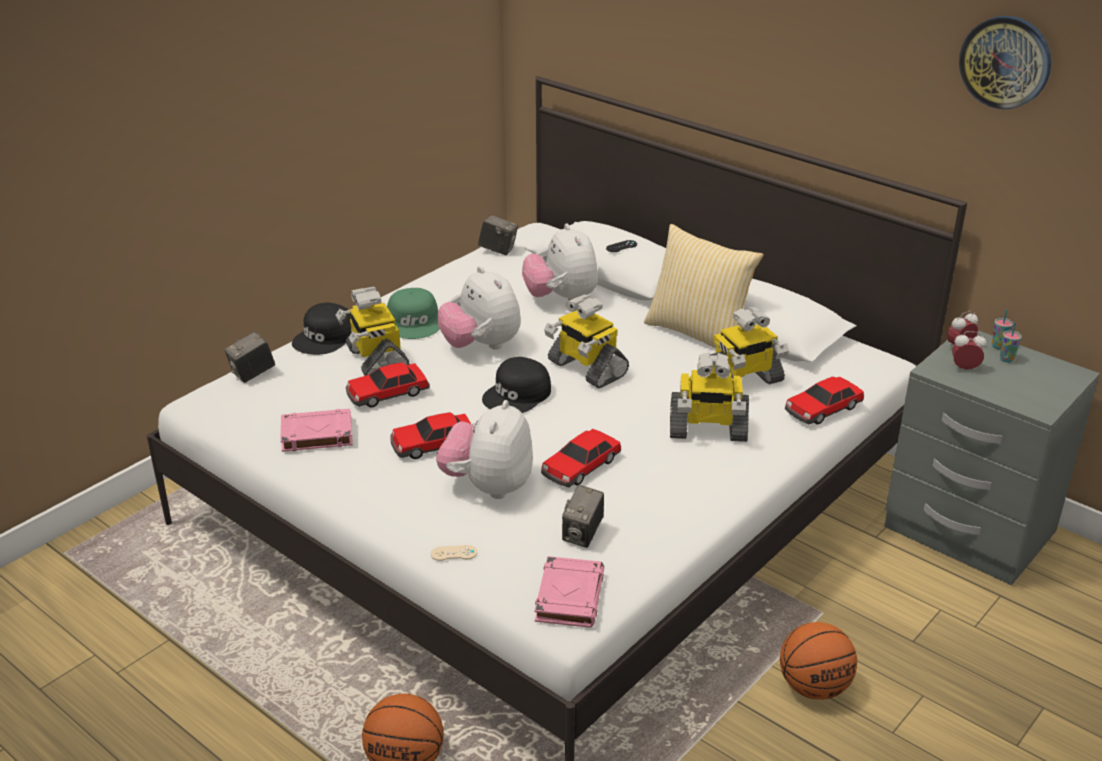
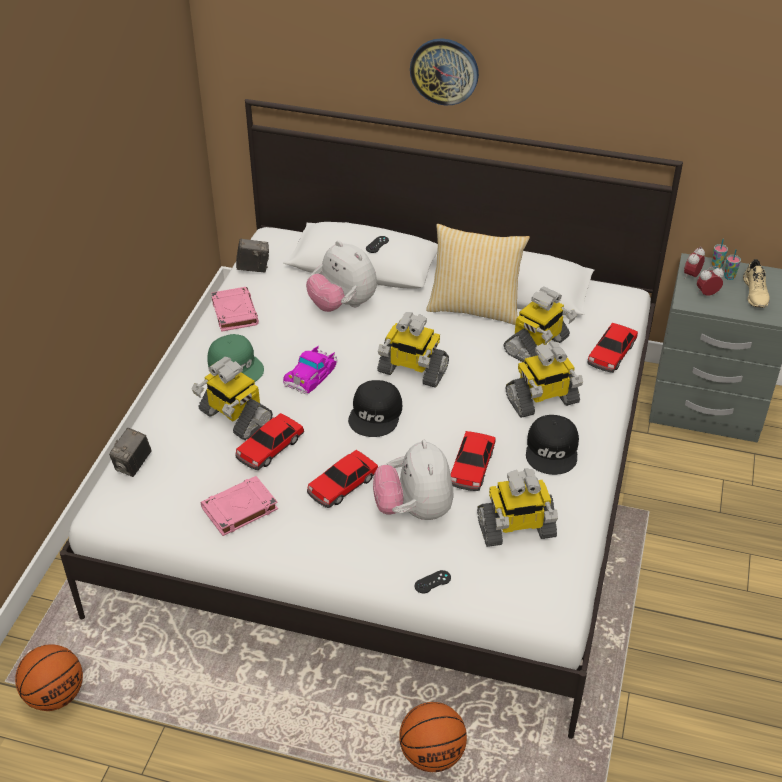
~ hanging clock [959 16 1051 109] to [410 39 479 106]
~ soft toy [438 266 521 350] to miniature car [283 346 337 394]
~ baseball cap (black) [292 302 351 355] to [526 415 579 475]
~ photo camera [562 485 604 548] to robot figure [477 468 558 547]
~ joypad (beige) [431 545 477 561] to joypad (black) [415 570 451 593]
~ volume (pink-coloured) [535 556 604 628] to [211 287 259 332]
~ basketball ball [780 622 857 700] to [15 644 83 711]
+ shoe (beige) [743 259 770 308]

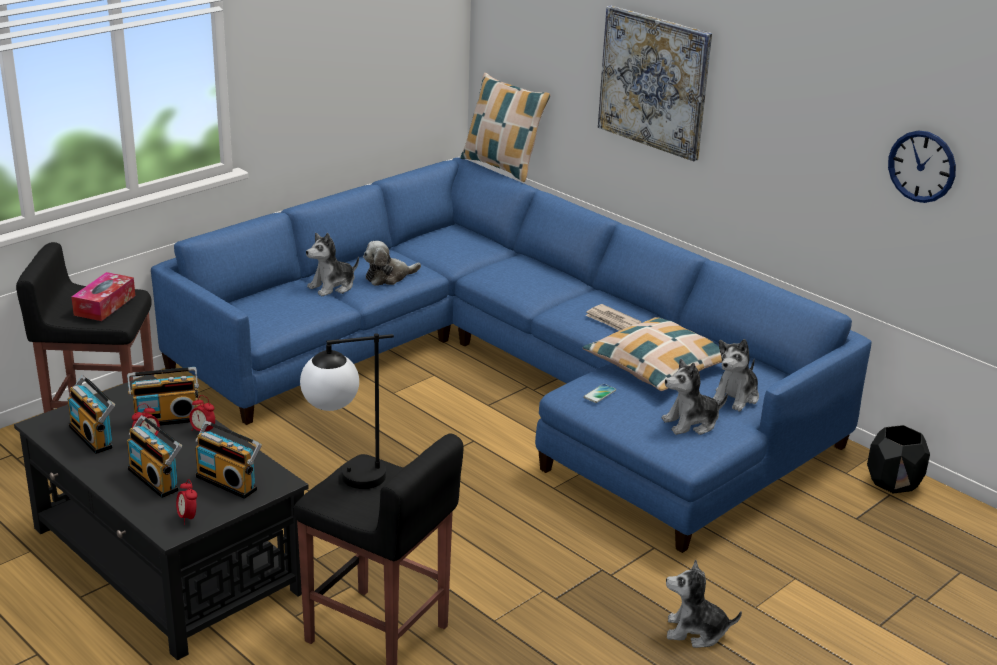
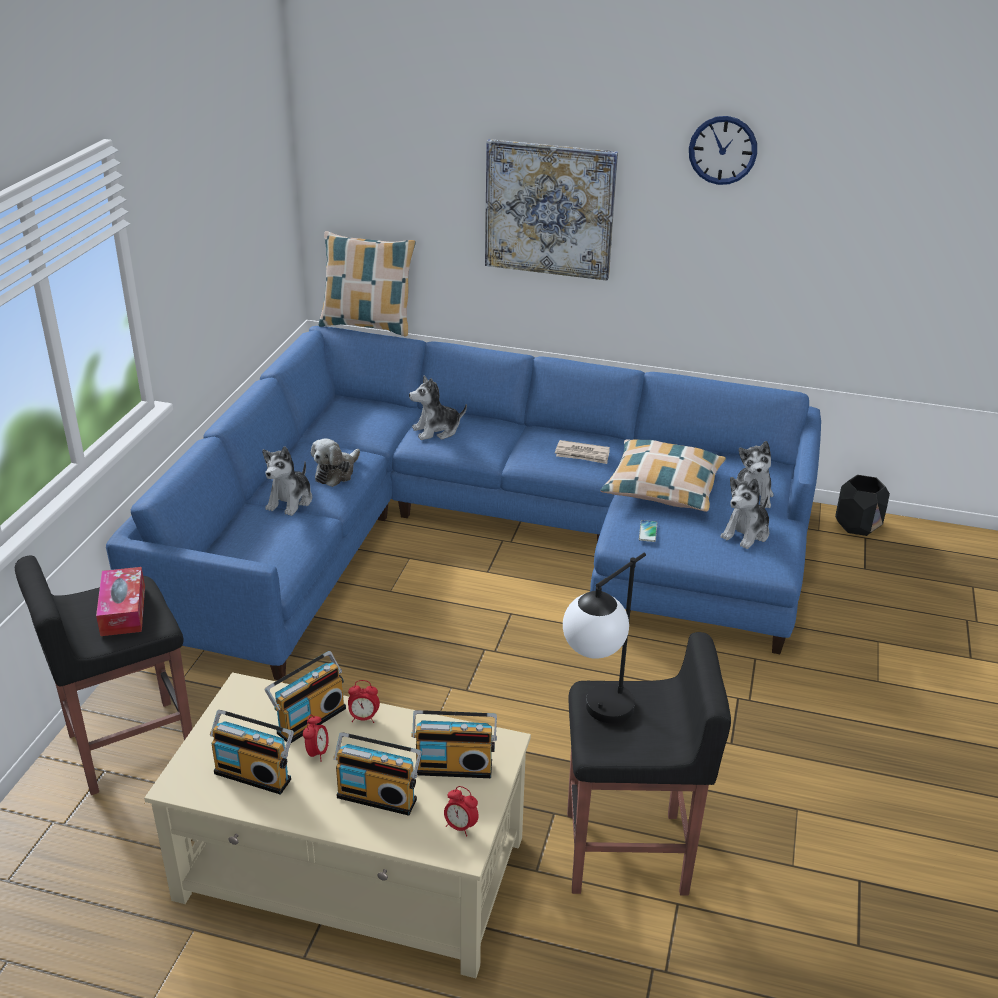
~ hanging clock [888 130 956 203] to [689 116 757 185]
~ coffee table (black) [14 375 309 660] to coffee table (beige) [144 672 531 978]
~ soft toy [666 559 742 648] to [409 376 467 440]

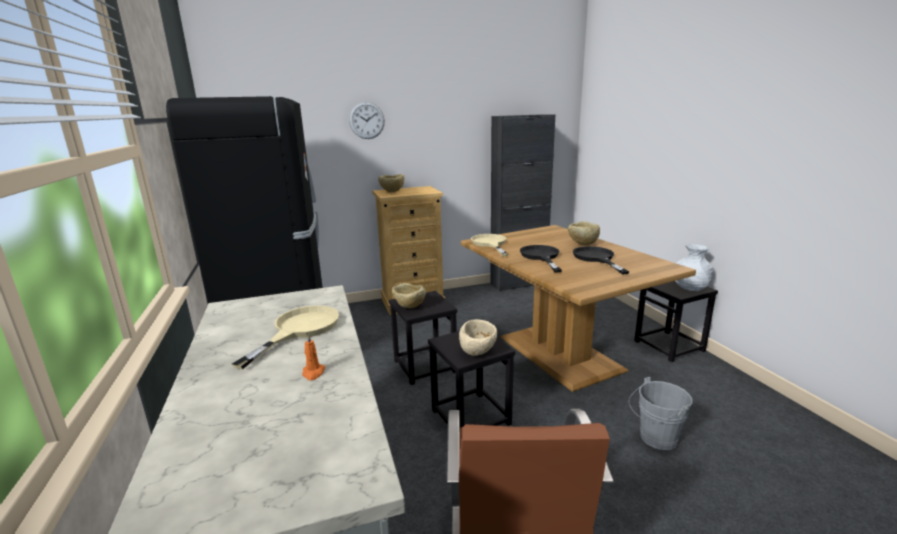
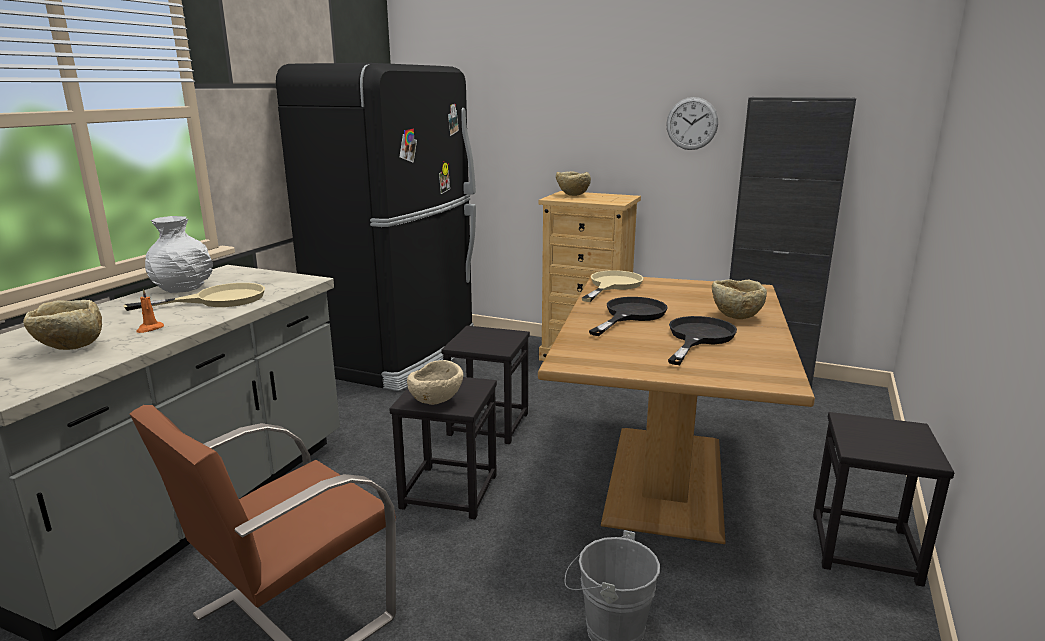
~ hanging clock [349 102 385 139] to [666 97 718 150]
~ flower vase (white) [675 244 713 291] to [145 216 213 293]
~ bowl (beige) [392 283 426 308] to [23 300 102 350]

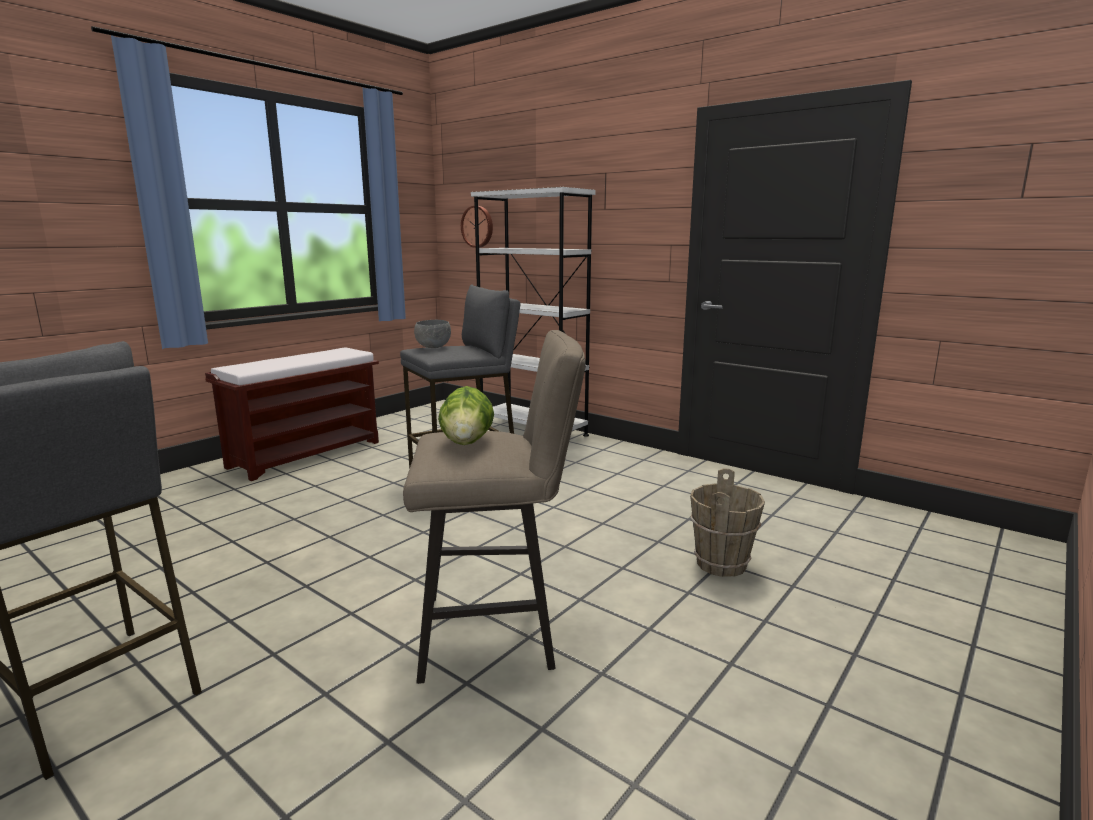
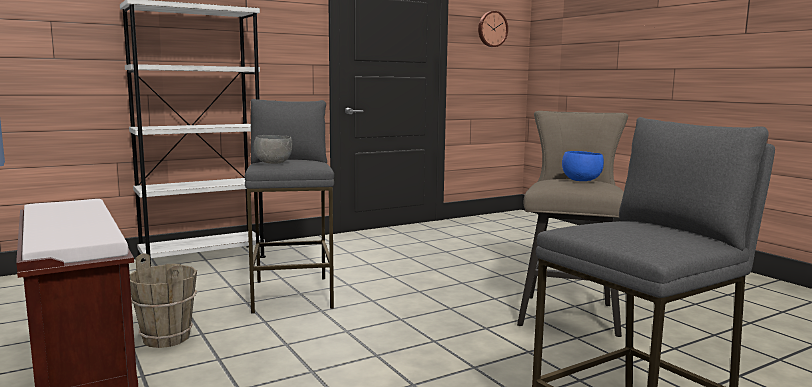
~ hanging clock [461 206 493 248] to [478 11 508 47]
~ lettuce head [438 386 494 445] to bowl (blue) [562 151 604 181]
~ bucket (brown) [690 468 765 577] to [130 253 197 348]

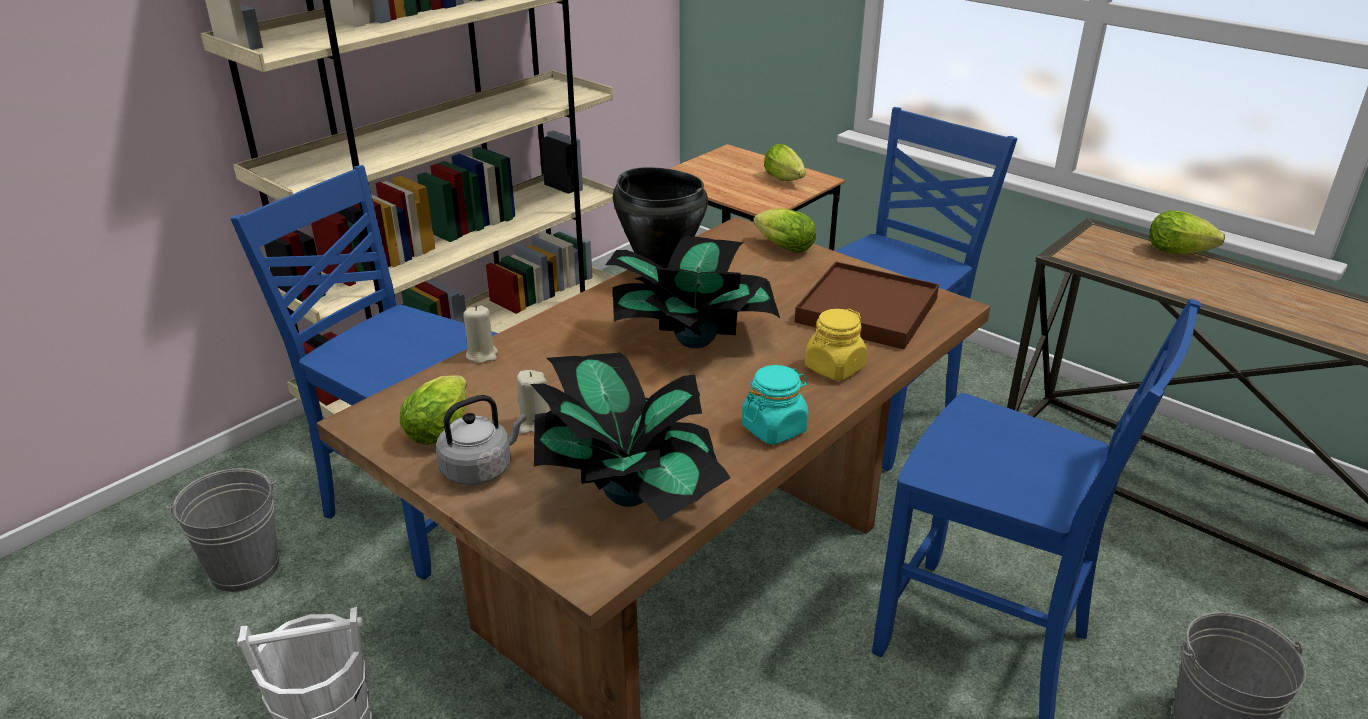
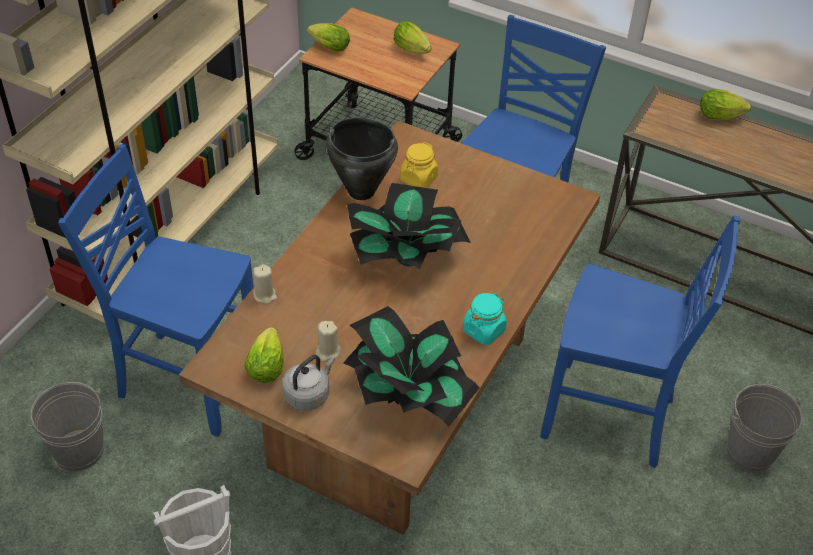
~ lettuce head [753 209 816 253] to [307 23 350 52]
- carrying tray (brown) [795 261 939 350]
~ preserve jar (yellow) [805 309 867 381] to [400 142 438 188]

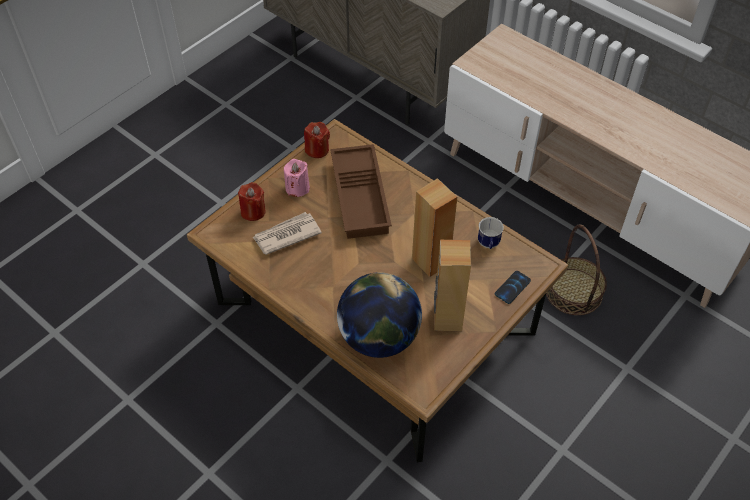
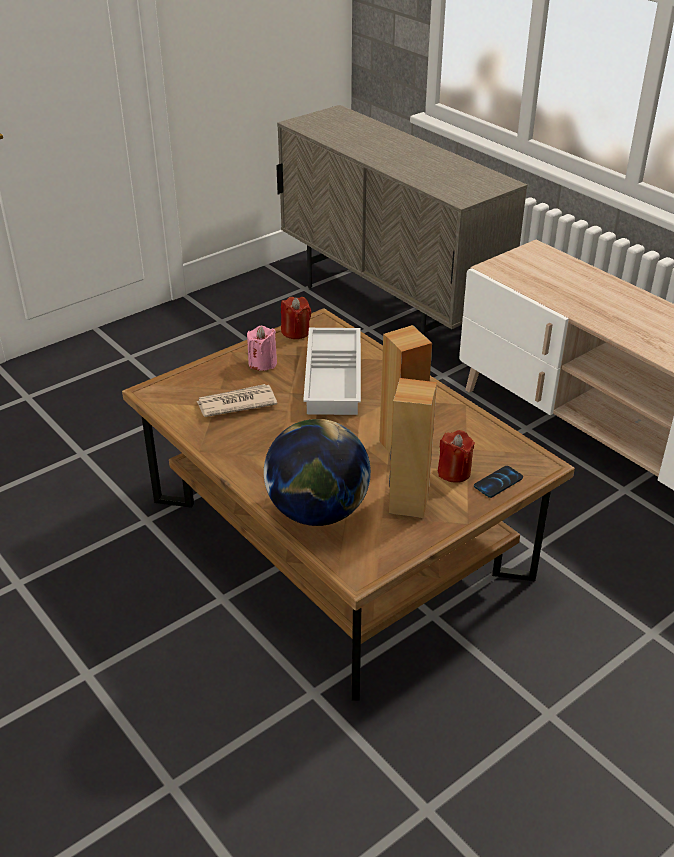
~ carrying tray (brown) [330 144 392 239] to carrying tray (white) [303 328 361 415]
~ wax light (red) [238 182 266 221] to [438 430 475 483]
- coffee mug [478 217 504 249]
- storage basket [546 224 607 315]

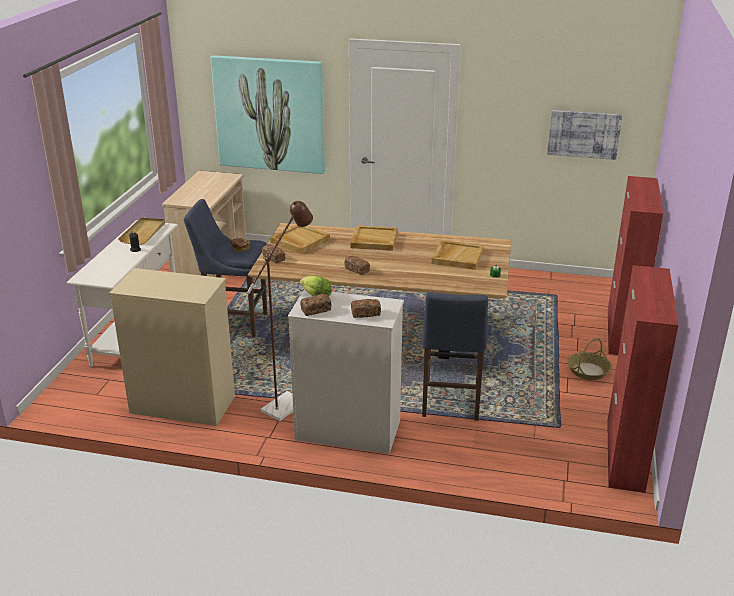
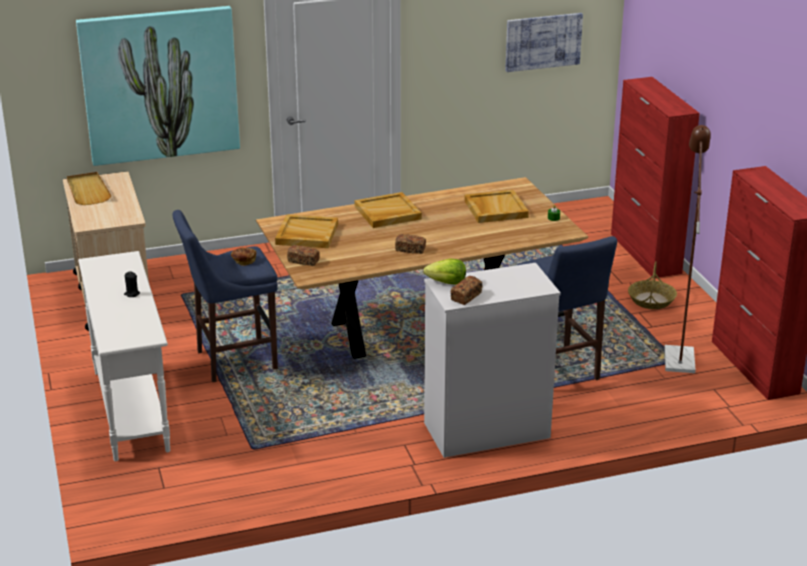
~ standing lamp (brown) [247 201 313 421] to [664 125 711 373]
~ carrying tray (beige) [118 218 165 245] to [67 172 112 205]
- chest of drawers (beige) [109 268 235 426]
- bread [351 299 381 318]

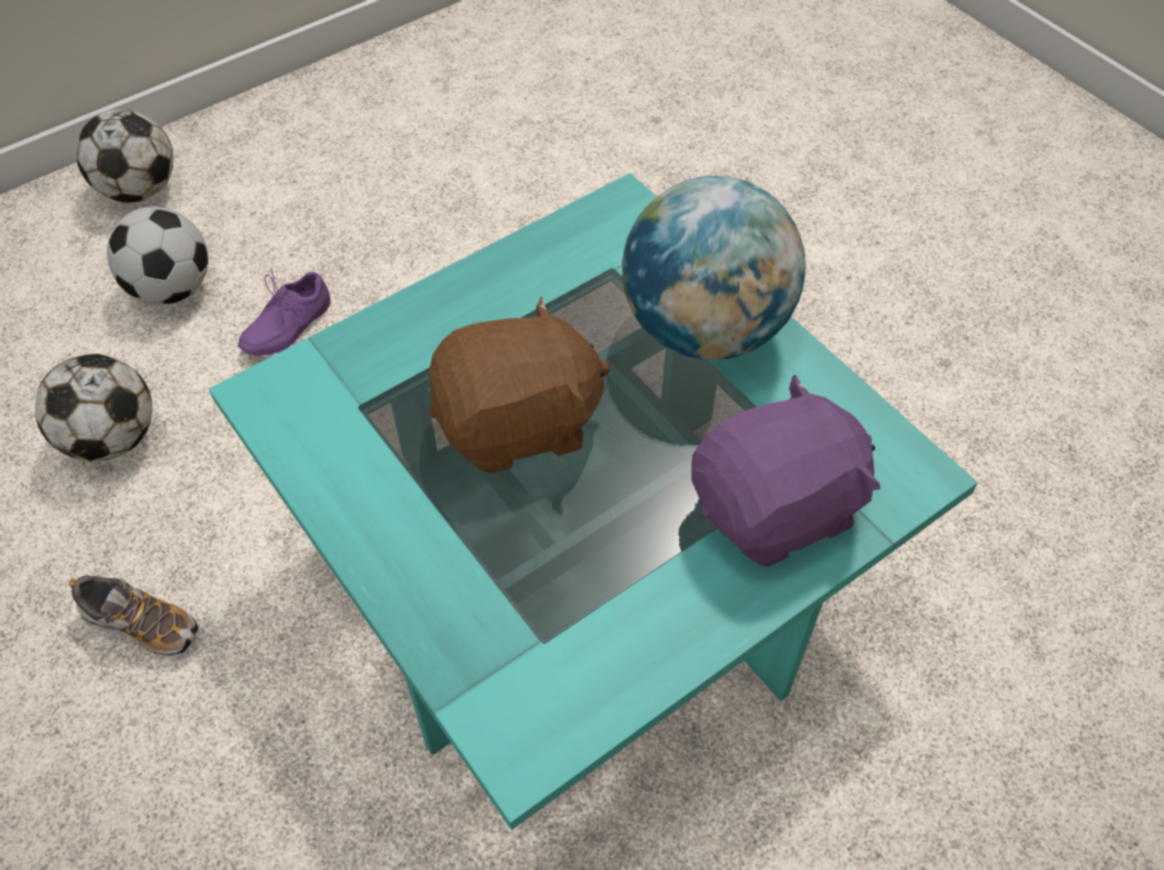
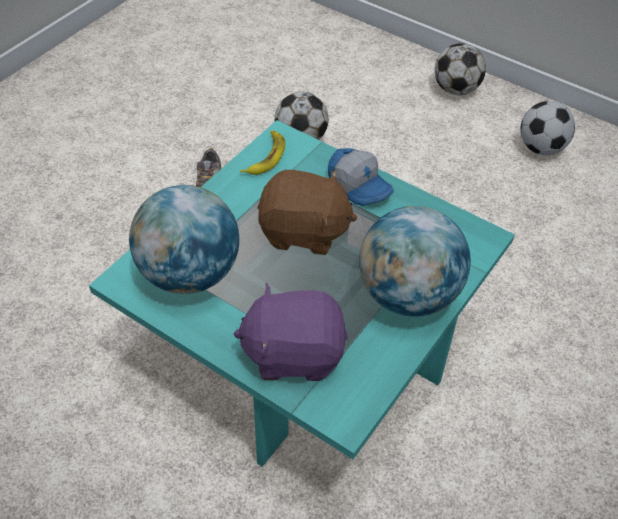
~ football [107 206 209 305] to [520 101 575 155]
- shoe (purplish) [238 268 331 356]
~ soft toy (brown) [429 297 611 473] = [257 170 357 255] 45 degrees counterclockwise
~ soft toy (purplish) [691 375 880 566] = [234 283 348 381] 135 degrees clockwise
+ whole banana [240 130 285 175]
+ baseball cap [328 148 394 206]
+ globe [129 185 239 294]

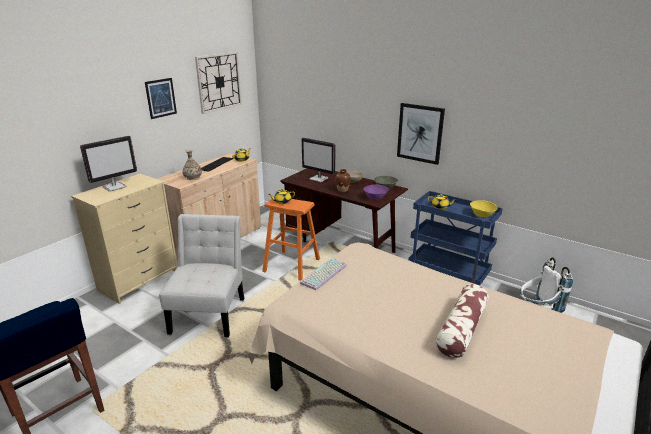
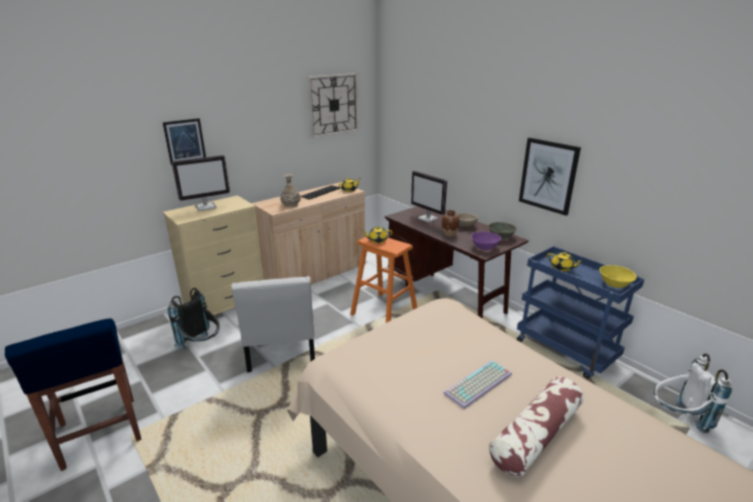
~ wall picture [145 78 177 119] to [162 118 206 165]
~ chair (white) [159 214 244 337] = [231 276 315 372] 150 degrees clockwise
~ computer keyboard [300 259 347 290] to [443 360 512 409]
+ knapsack (black) [168 288 220 349]

